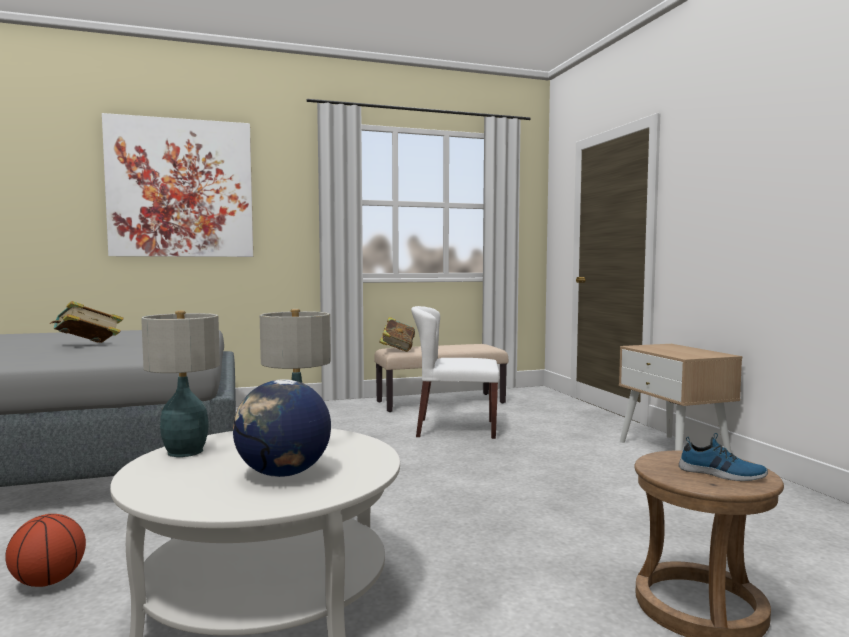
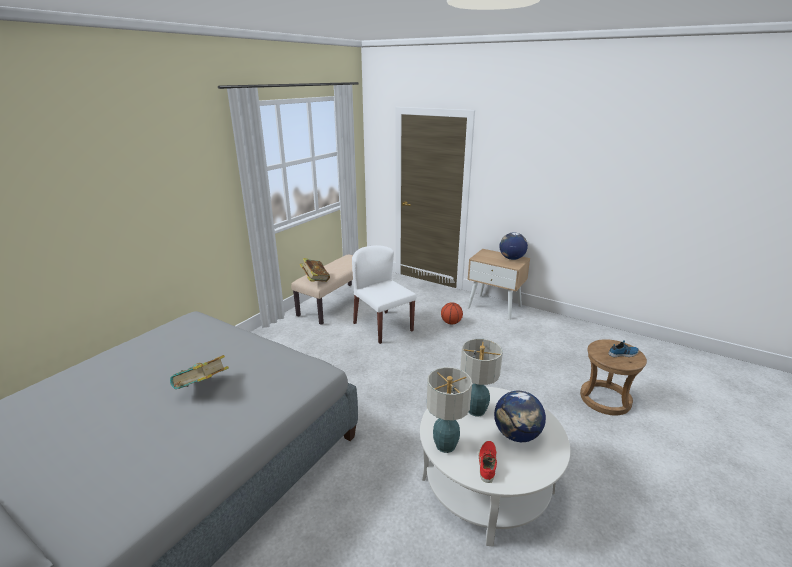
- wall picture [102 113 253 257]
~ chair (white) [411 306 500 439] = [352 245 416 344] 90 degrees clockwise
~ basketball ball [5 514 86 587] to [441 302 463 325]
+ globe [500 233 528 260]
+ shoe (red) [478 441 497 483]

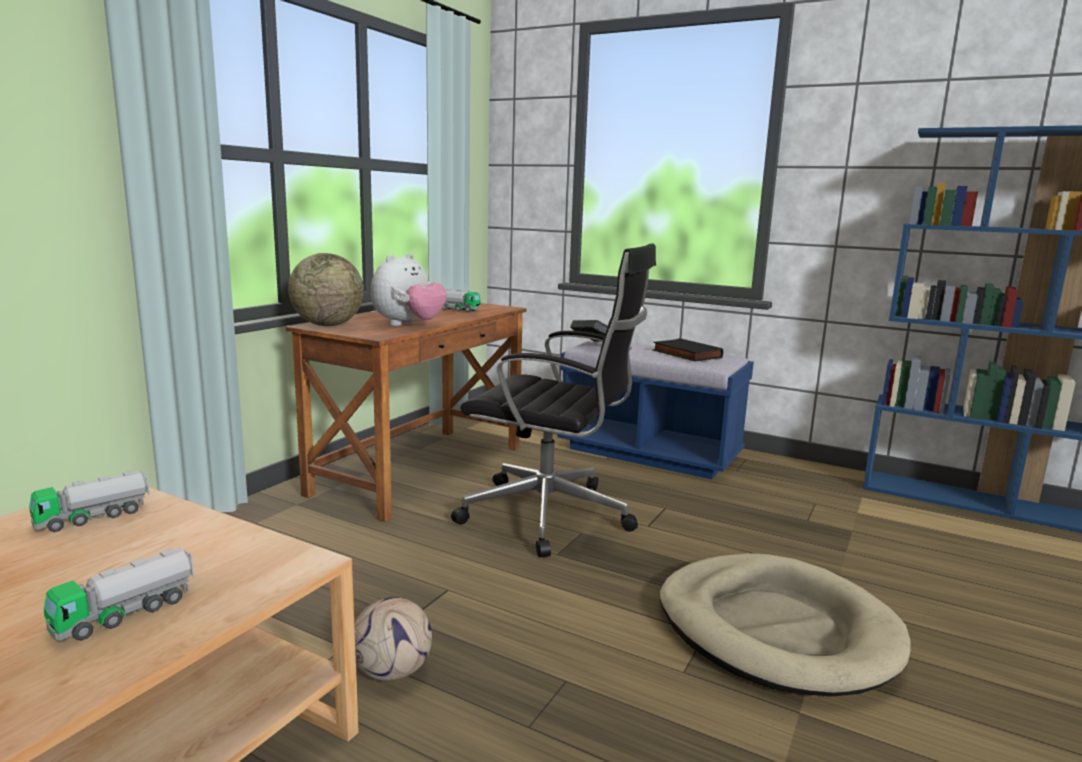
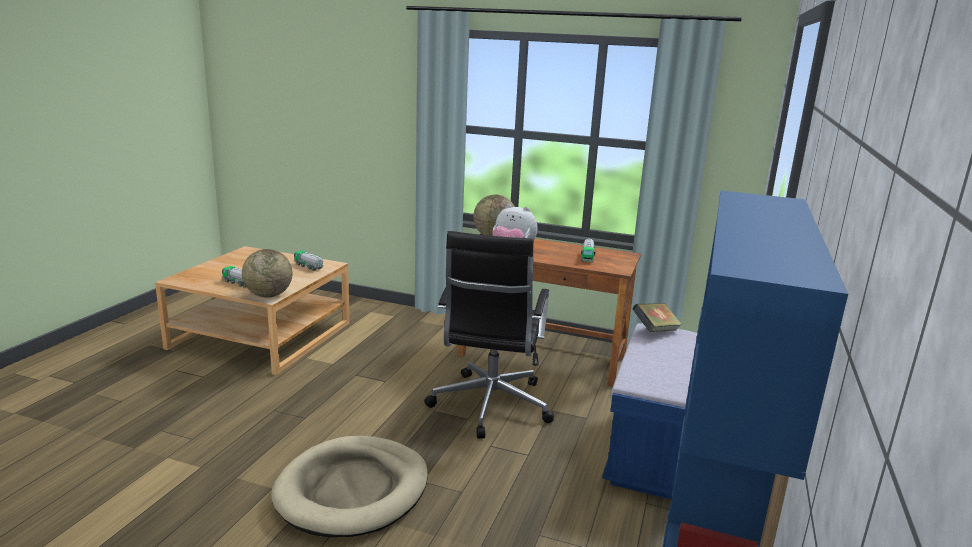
- volume (black) [653 338 723 361]
- football [354 597 432 681]
+ globe [242 249 293 298]

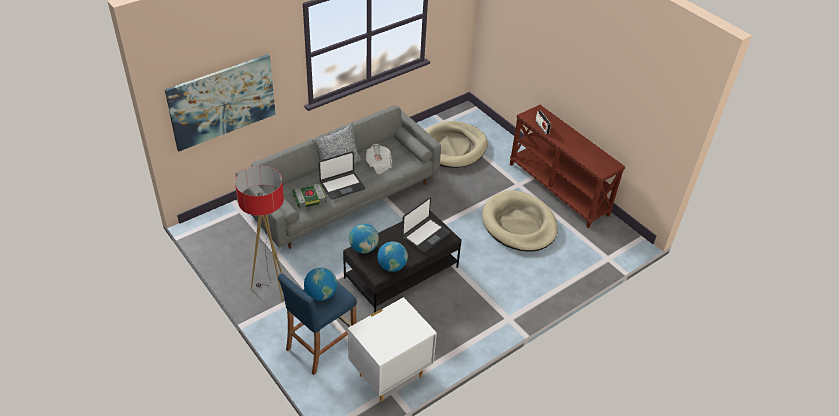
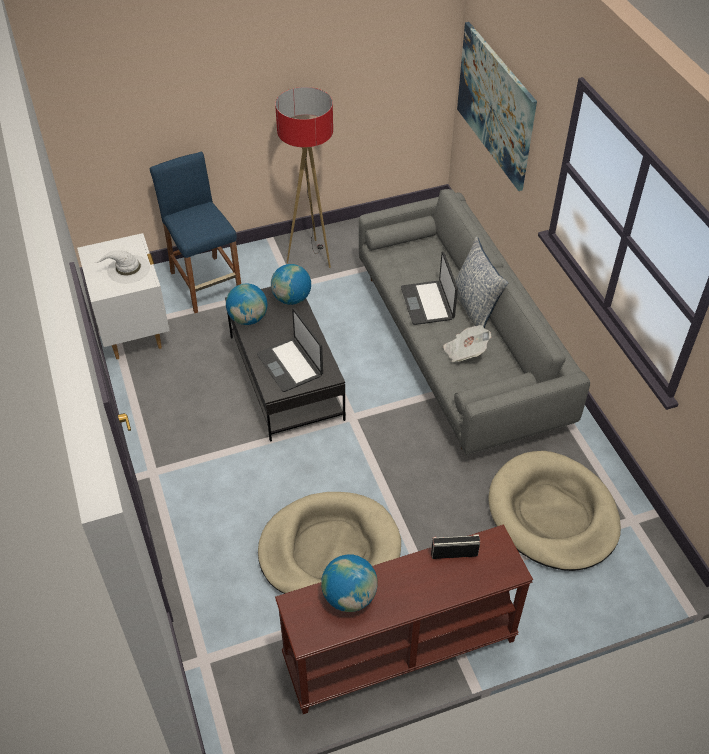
- volume [292 184 327 209]
~ globe [304 268 337 301] to [321 554 378 612]
+ wearable hat (white) [95 250 150 284]

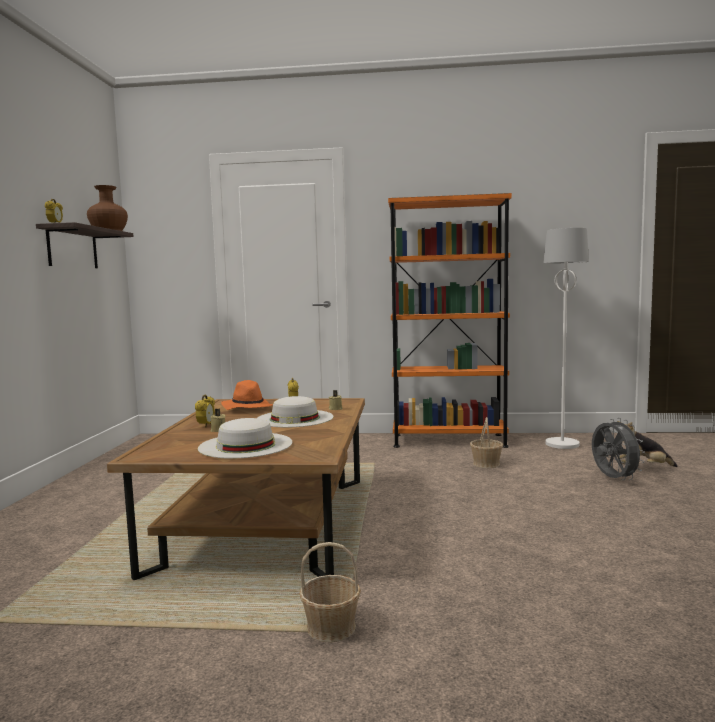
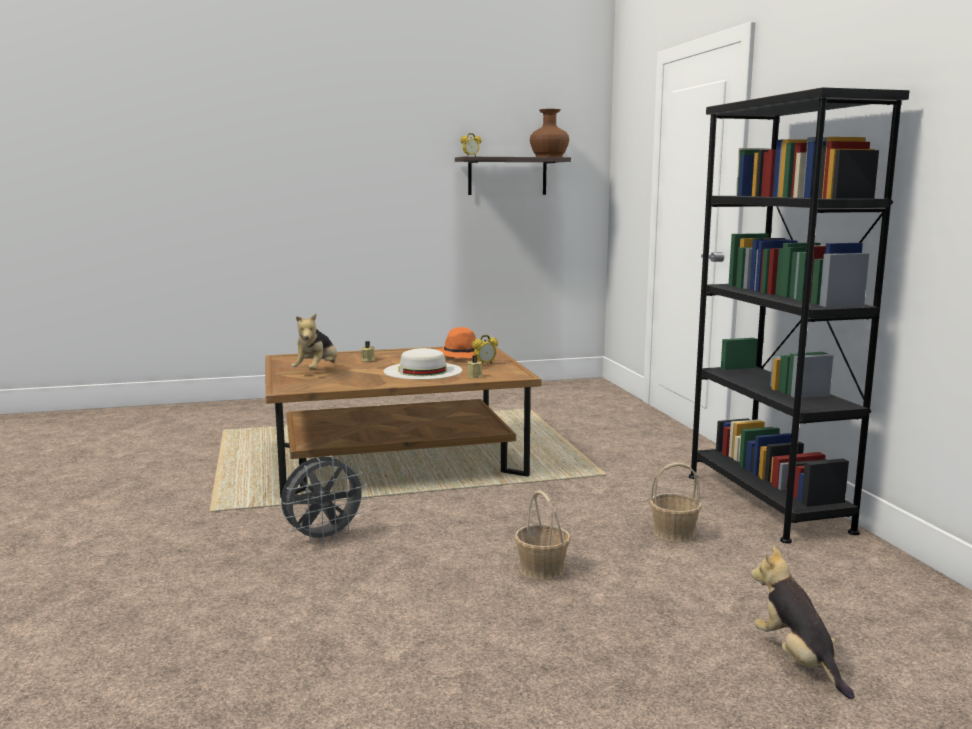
~ shelving unit (orangey) [388 193 512 448] to shelving unit (black) [689 87 909 544]
- standing lamp (white) [543 228 589 449]
- alarm clock [195 394 215 427]
~ wearable hat (white) [198 418 292 459] to soft toy [291 314 337 370]
~ electric fan (gray) [592 418 645 480] to [281 455 368 544]
~ storage basket [299 542 361 642] to [514 490 571 580]

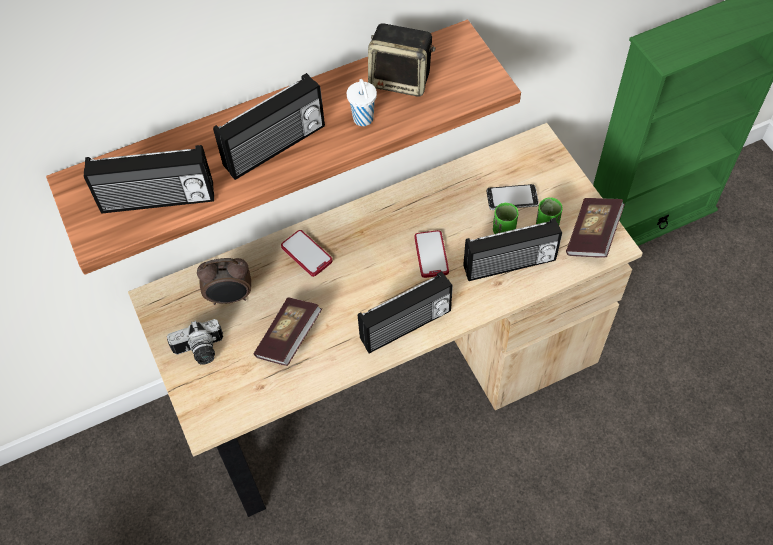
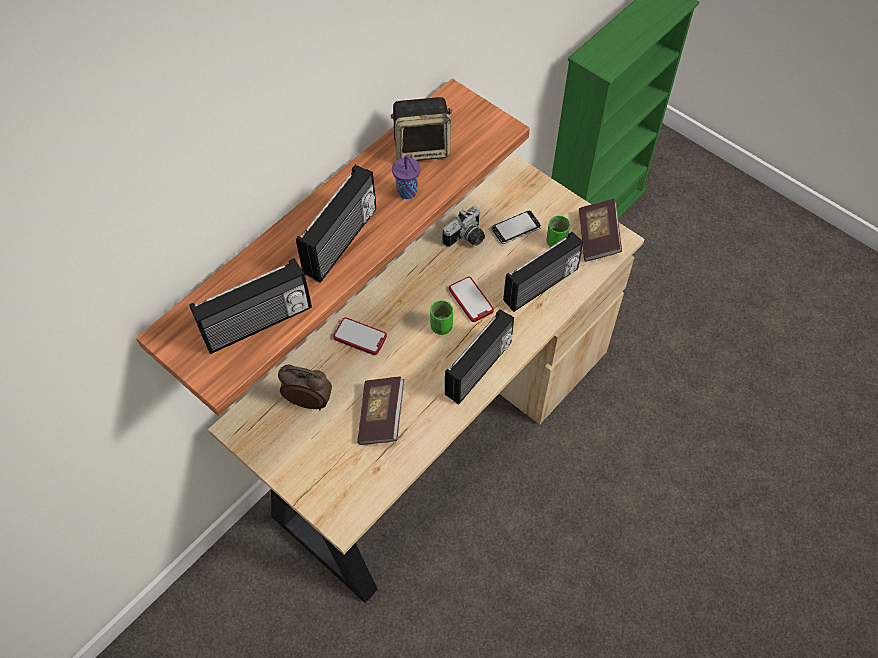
~ drinking cup (white) [347 79 377 126] to drinking cup (purplish) [392 155 420 199]
~ drinking cup (green-coloured) [493 203 518 234] to [430 300 453 335]
~ alarm clock [197 258 251 305] = [278 365 332 410] 135 degrees counterclockwise
~ photo camera [167 319 223 365] to [443 206 485 247]

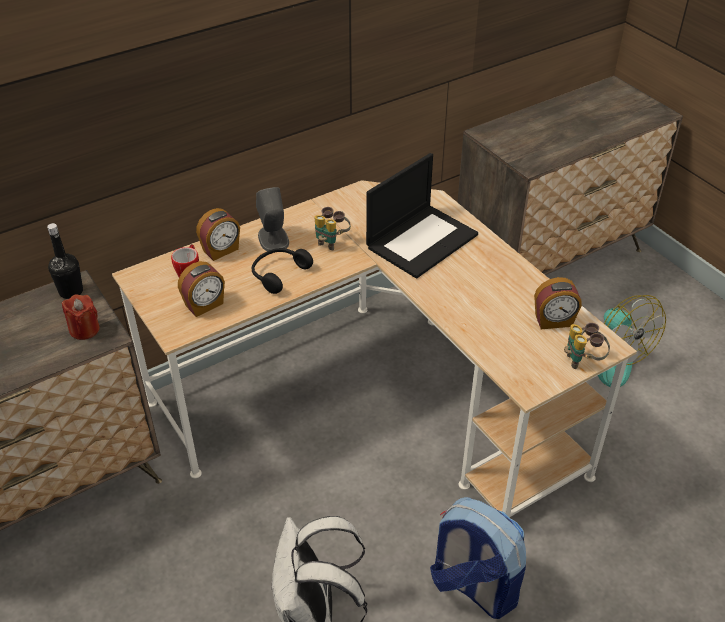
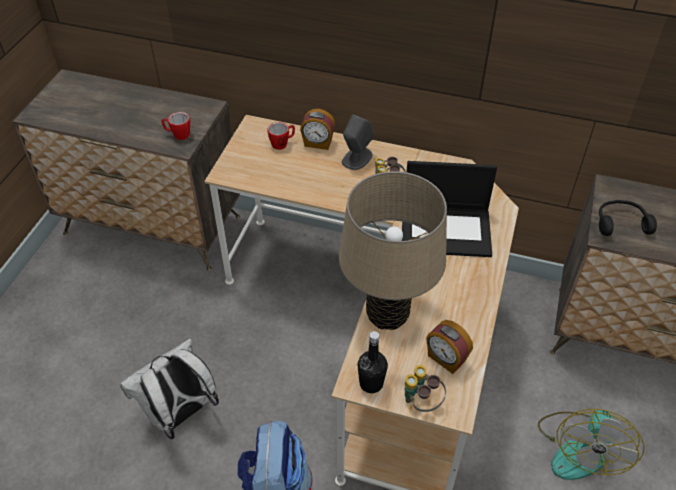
~ bottle (black) [47 223 83 299] to [358 331 388 393]
~ headset (black) [252 248 313 294] to [599 200 657 236]
- alarm clock [178 261 225 317]
~ wax light (red) [62 295 100 340] to coffee mug [161 112 191 140]
+ lamp for a table (beige) [339 171 447 330]

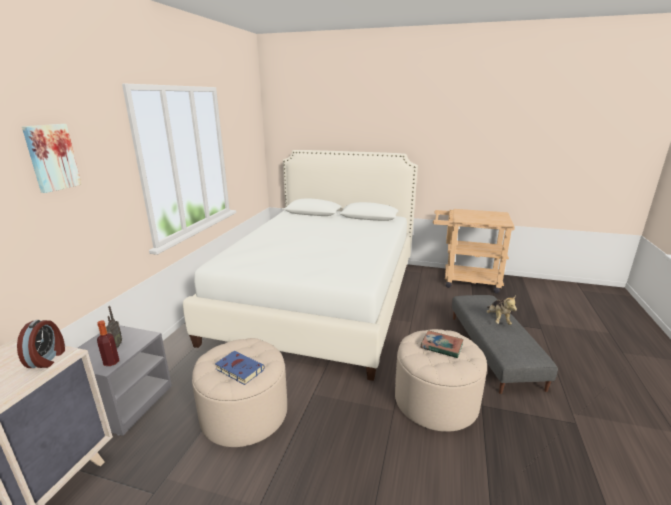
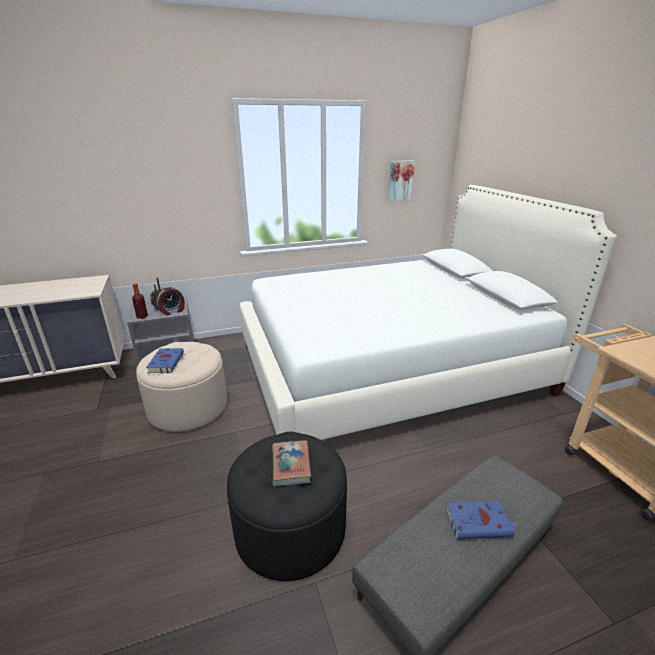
~ wall picture [22 124 82 193] to [388 160 415 201]
~ soft toy [486 296 517 325] to volume (blue) [446 501 517 540]
~ alarm clock [17 320 65 368] to [156 287 185 316]
~ pouffe (beige) [395 329 487 432] to pouffe (black) [227 432 347 581]

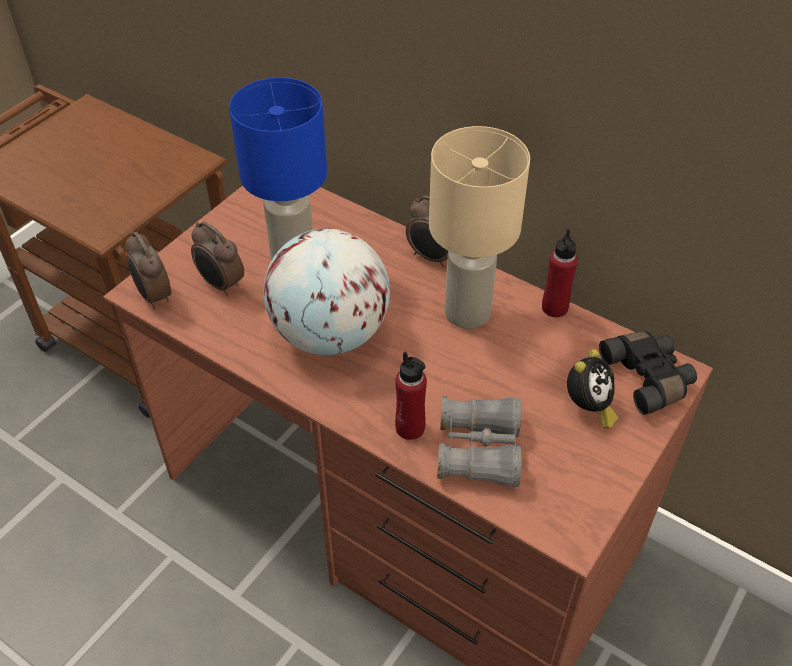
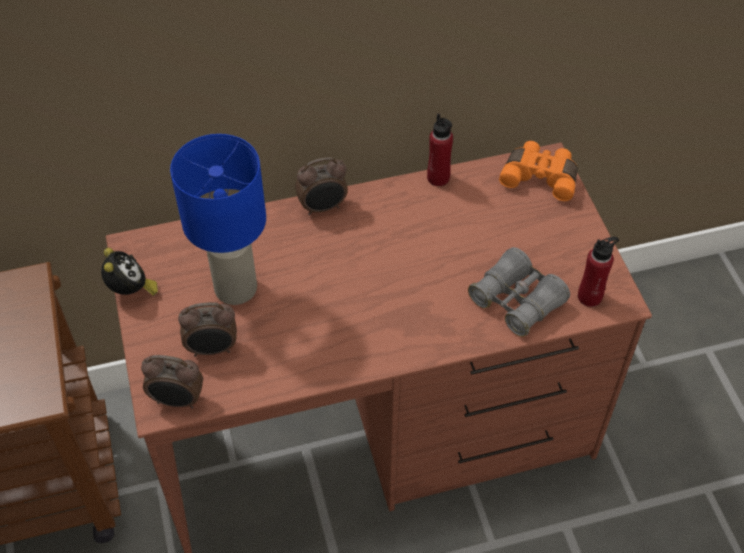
- lamp for a table (beige) [429 126 530 329]
- globe [263 228 390 355]
~ pair of binoculars (black) [599 331 697 415] to pair of binoculars (orangey) [499 141 578 201]
~ alarm clock [567 349 618 428] to [101 248 158 296]
~ bottle (red) [395 352 427 440] to [578 237 619 307]

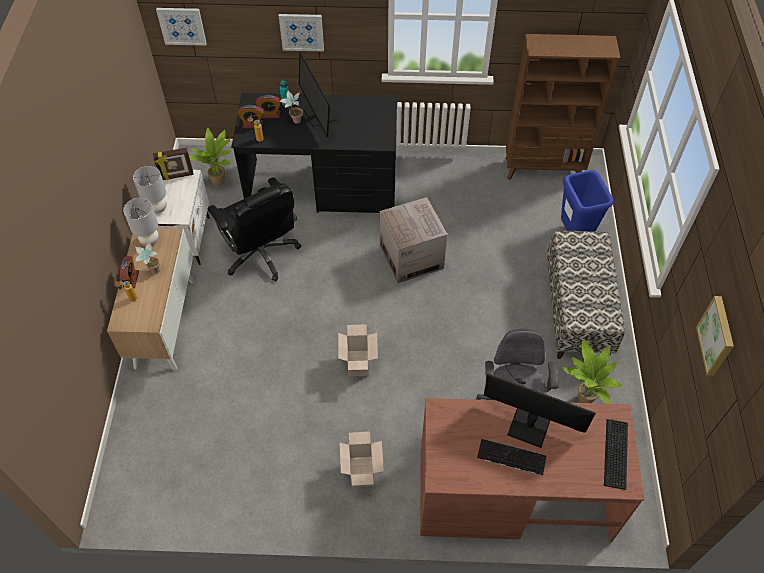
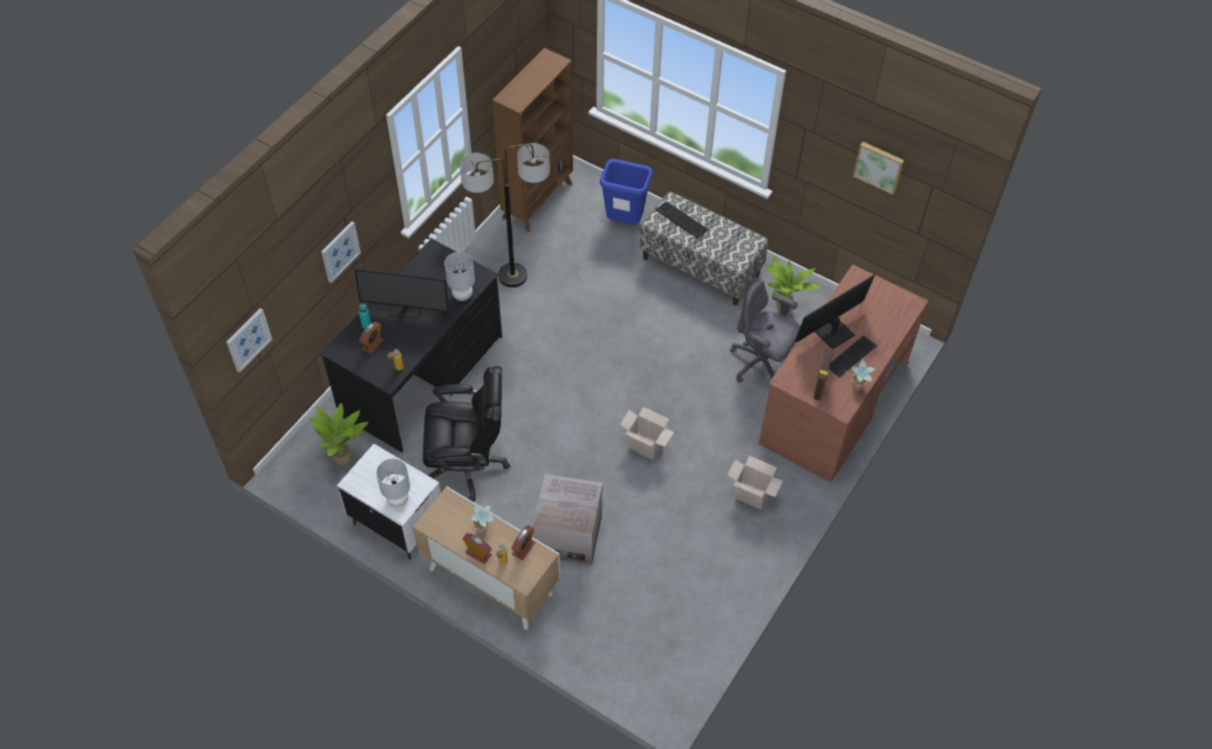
~ potted plant [280 90 303 123] to [851 358 875 391]
~ alarm clock [237 105 264 128] to [511 525 535 560]
~ photo frame [153 148 194 180] to [813 348 833 401]
~ carton [380 197 448 283] to [533 474 603 565]
~ lamp for a table (gray) [123 198 159 246] to [444 252 475 301]
~ computer keyboard [604 419 628 490] to [656 201 708 239]
+ standing lamp [460 143 550 287]

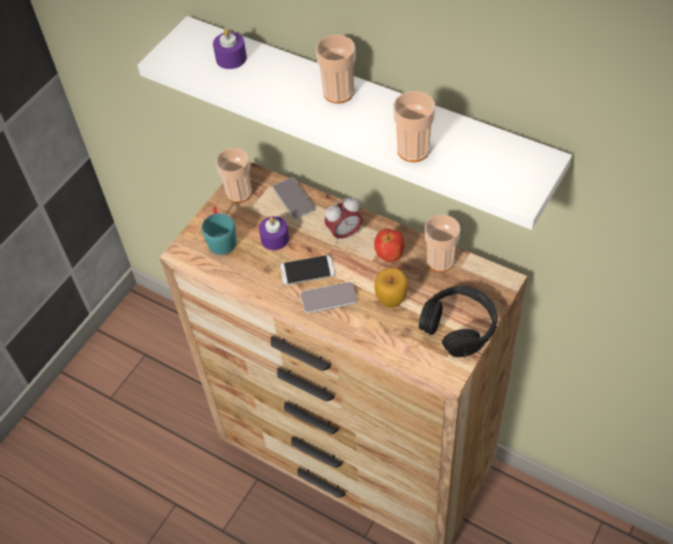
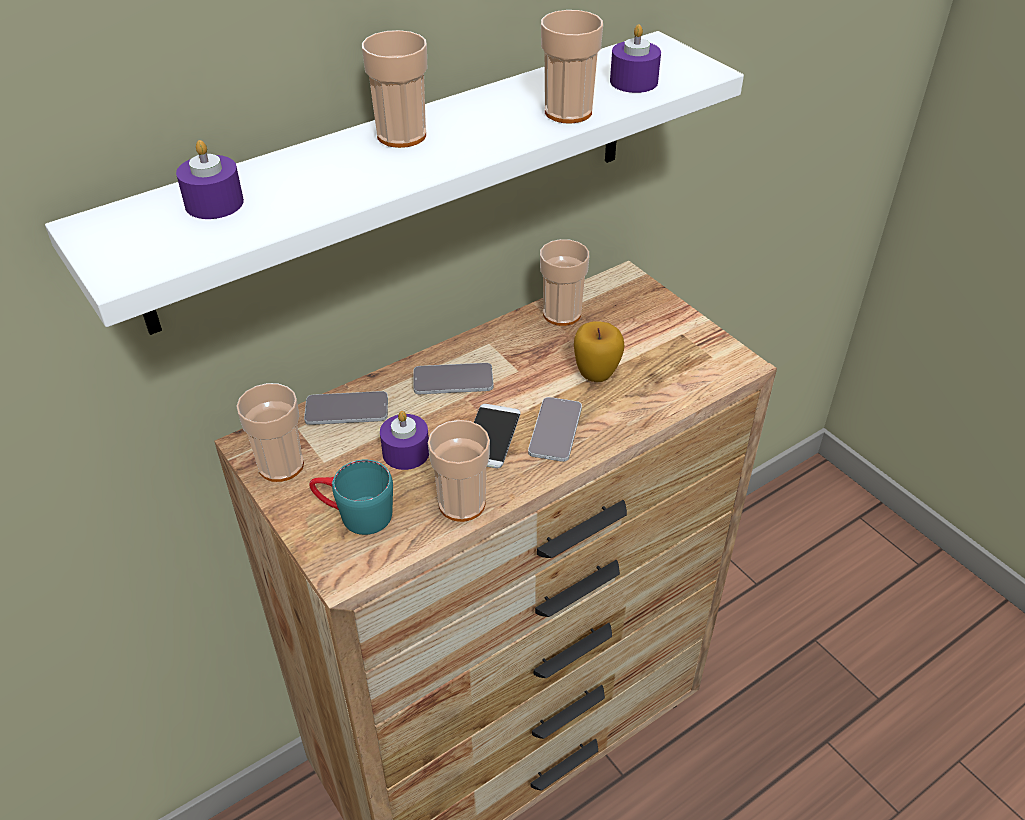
~ alarm clock [324 197 363 243] to telephone [413 363 494 394]
- apple fruit [374 228 405 262]
- headset (black) [419 286 498 357]
+ wax light (purplish) [610 24 661 93]
+ drinking cup [428 420 490 522]

